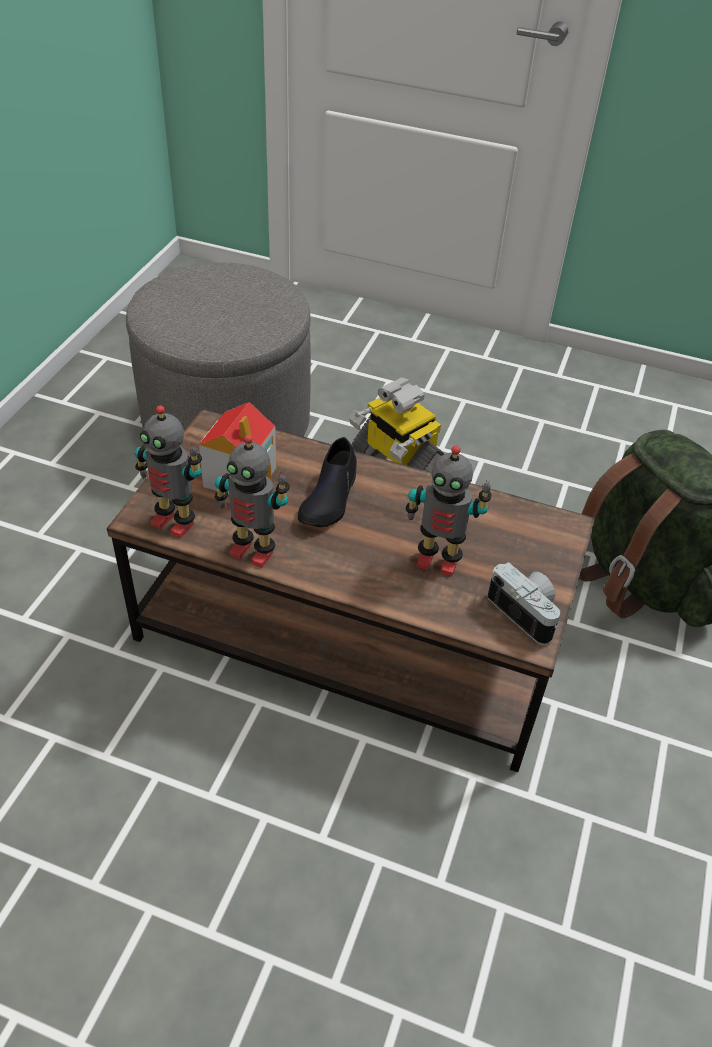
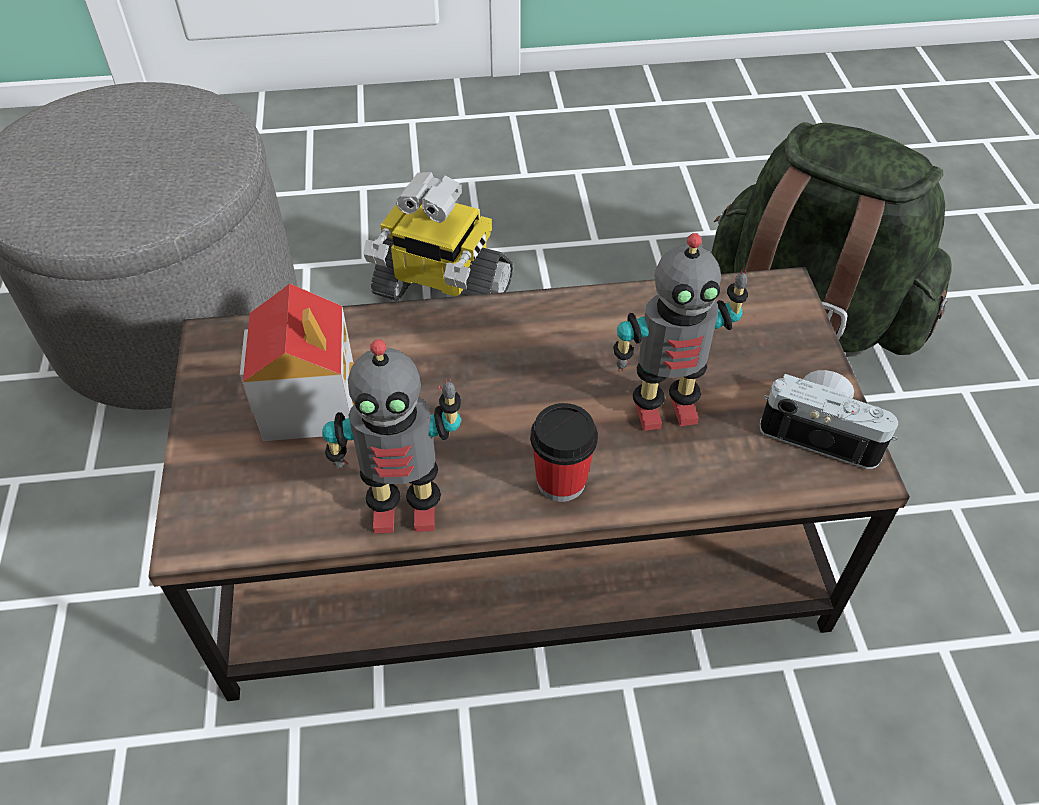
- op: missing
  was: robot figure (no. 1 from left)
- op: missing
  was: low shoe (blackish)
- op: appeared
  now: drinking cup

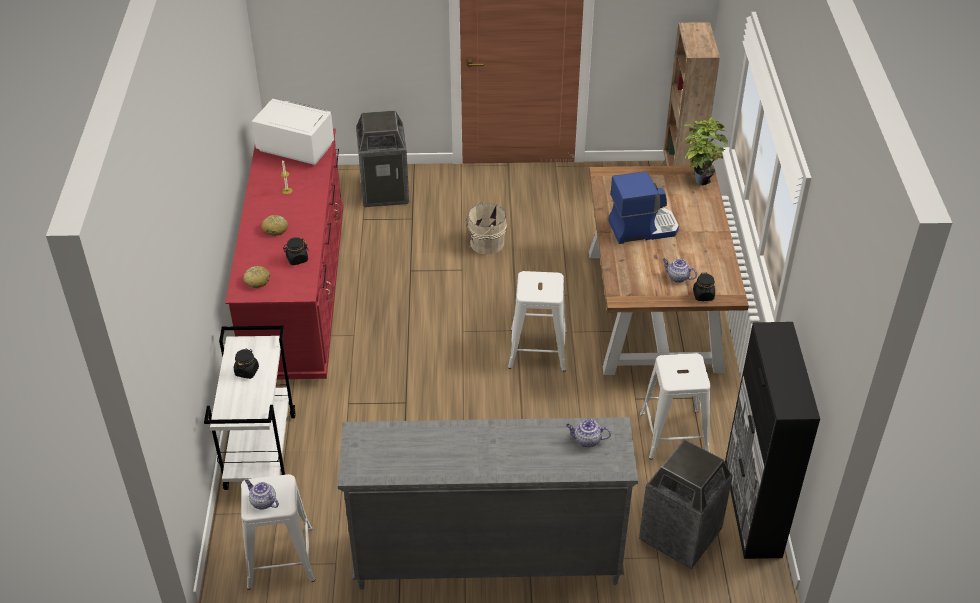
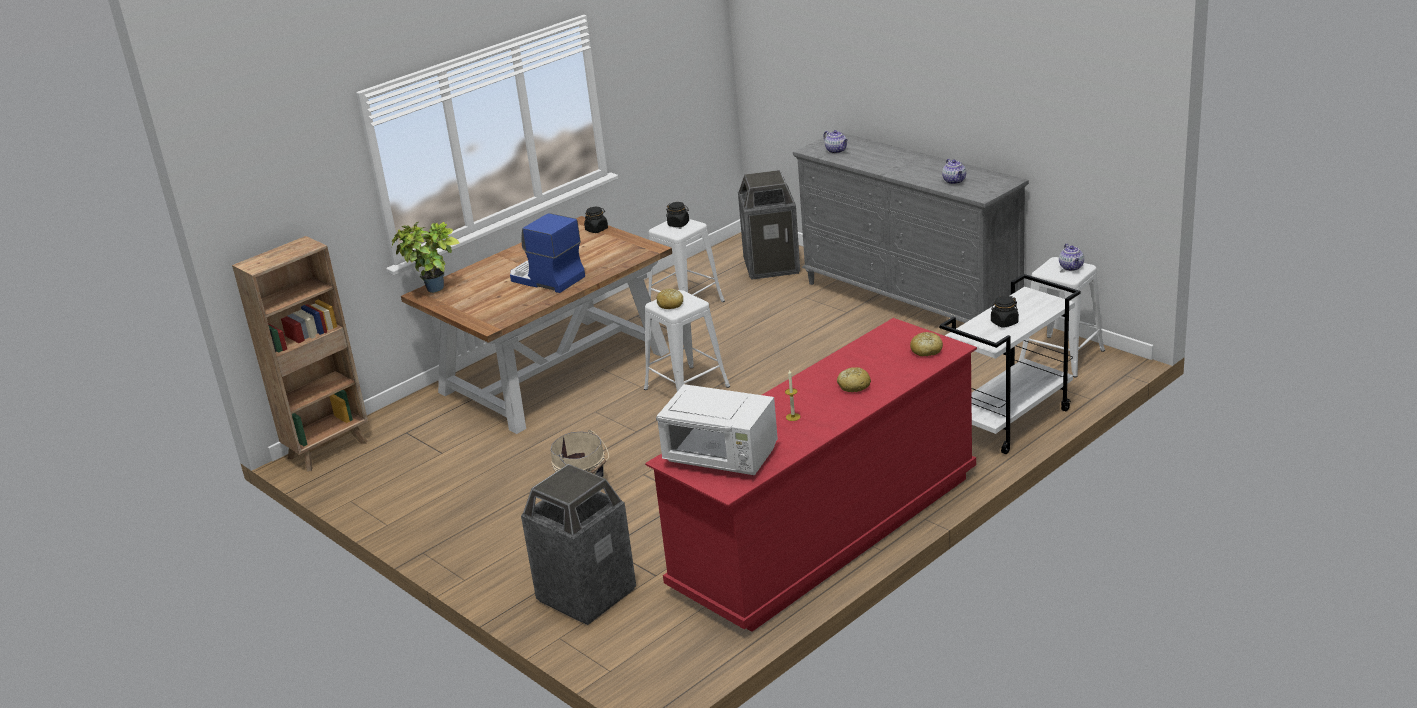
- op: spun
  was: microwave (whitish)
  clockwise: -45
- op: relocated
  was: storage jar (blackish) (no. 2 from left)
- op: relocated
  was: teapot (no. 3 from left in the first image)
  now: teapot (no. 2 from left)
- op: missing
  was: cupboard (blackish)
- op: appeared
  now: baked bread (no. 1 from left)

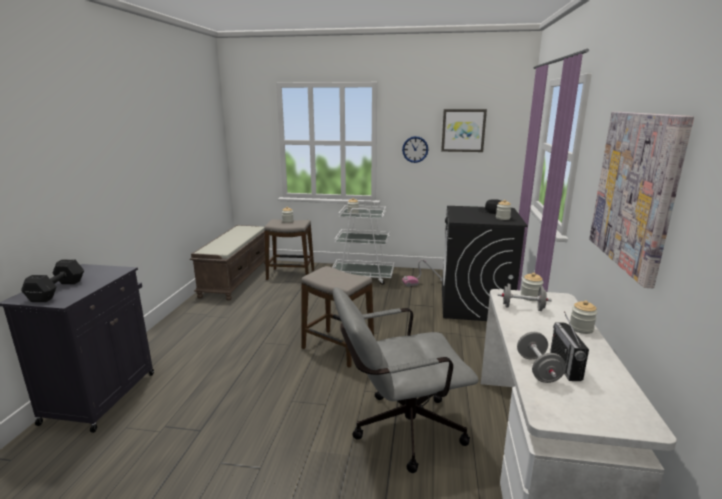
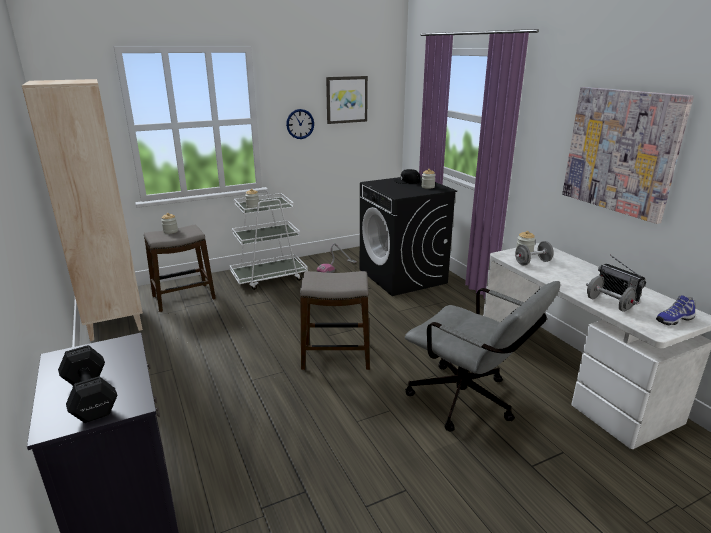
- op: exchanged
  was: bench (brownish)
  now: shelving unit (beige-coloured)
- op: spun
  was: desk chair (gray)
  clockwise: -90
- op: missing
  was: storage jar (no. 5 from left)
- op: appeared
  now: low shoe

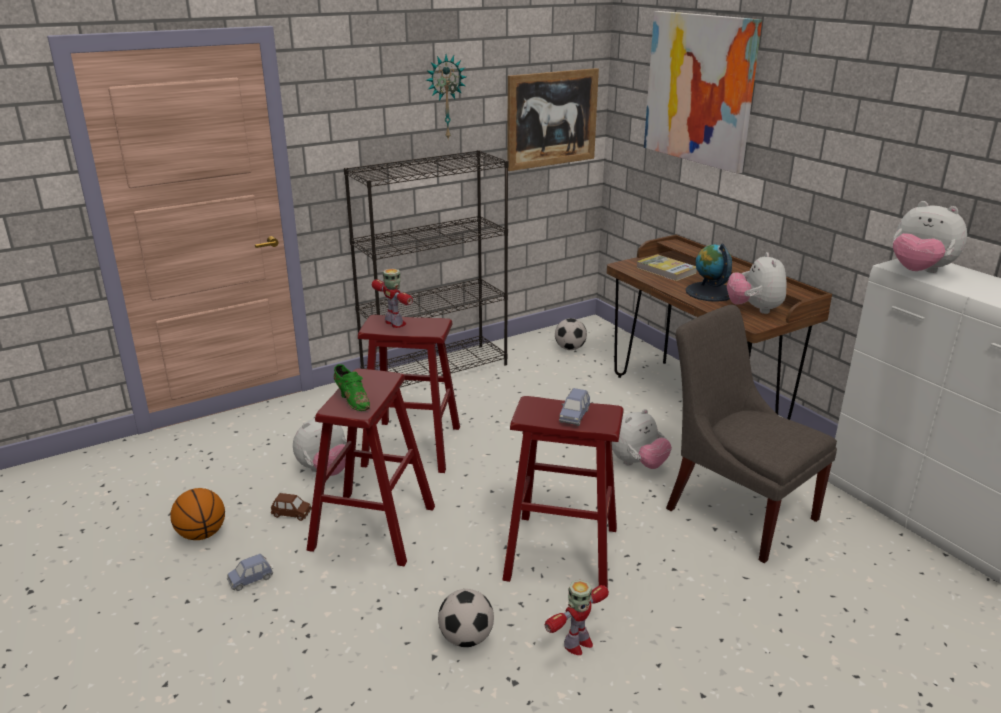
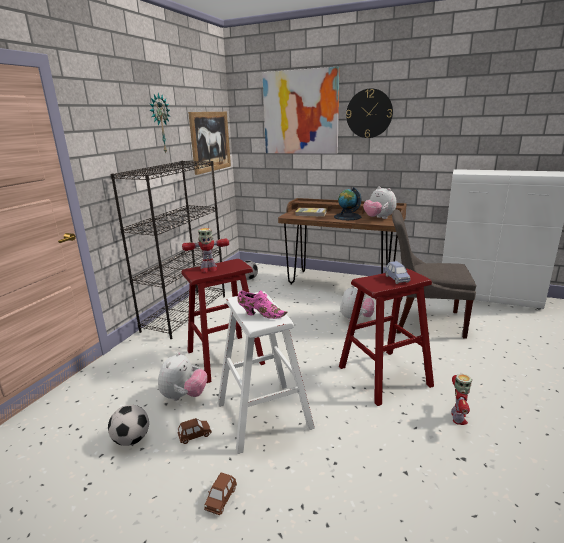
- op: missing
  was: basketball
- op: colour
  was: toy car (blue) (no. 1 from left)
  now: toy car (brownish) (no. 2 from left)
- op: colour
  was: stool (red) (no. 1 from left)
  now: stool (whitish)
- op: colour
  was: low shoe (green-coloured)
  now: low shoe (pink-coloured)
- op: spun
  was: robot figure (no. 1 from left)
  clockwise: 150
- op: relocated
  was: football ball (no. 1 from left)
- op: missing
  was: plush toy (no. 4 from left)
- op: appeared
  now: wall clock (no. 2 from left)

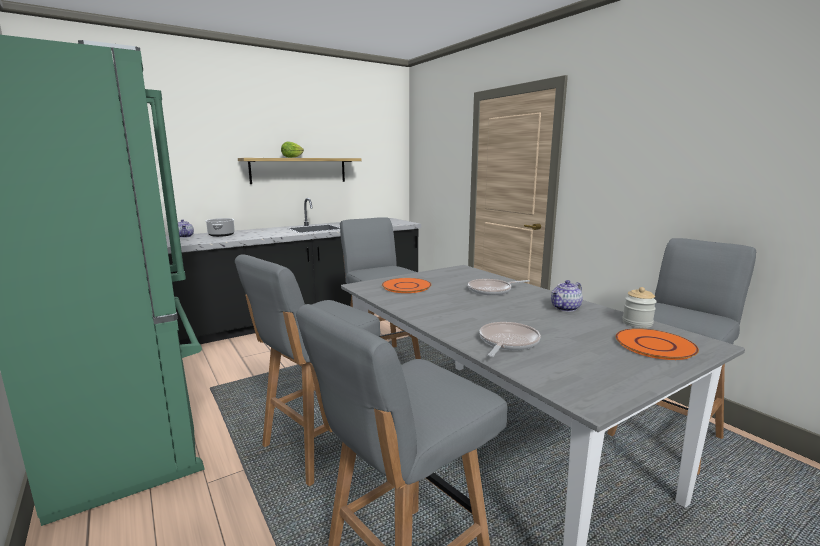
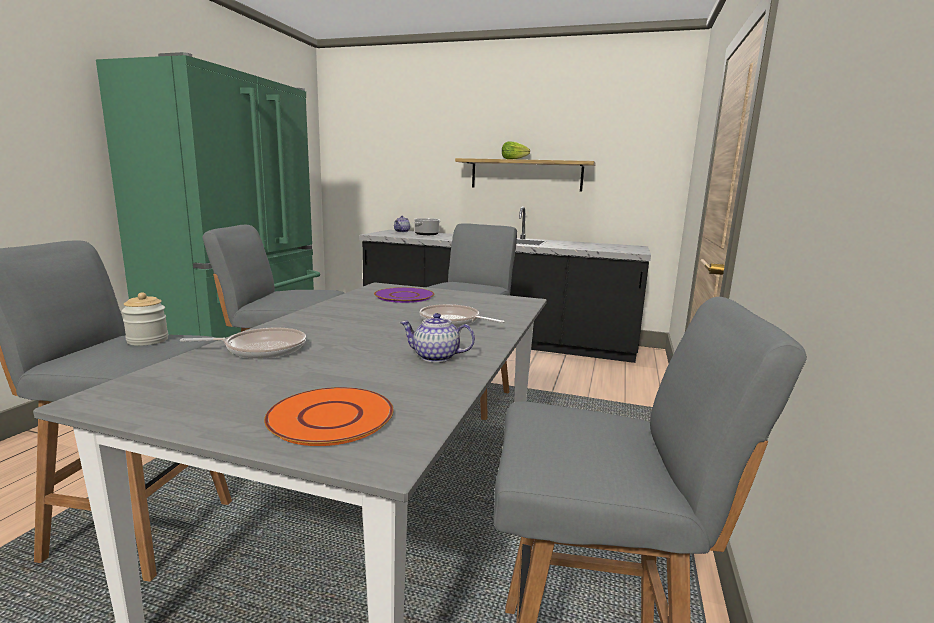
- op: colour
  was: dinner plate (orange-coloured) (no. 1 from left)
  now: dinner plate (purple)
- op: relocated
  was: storage jar

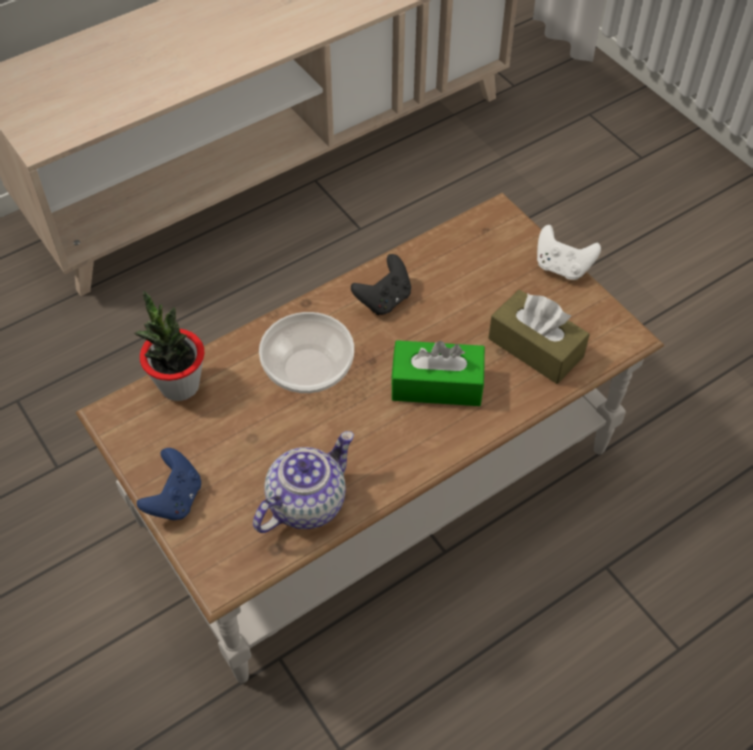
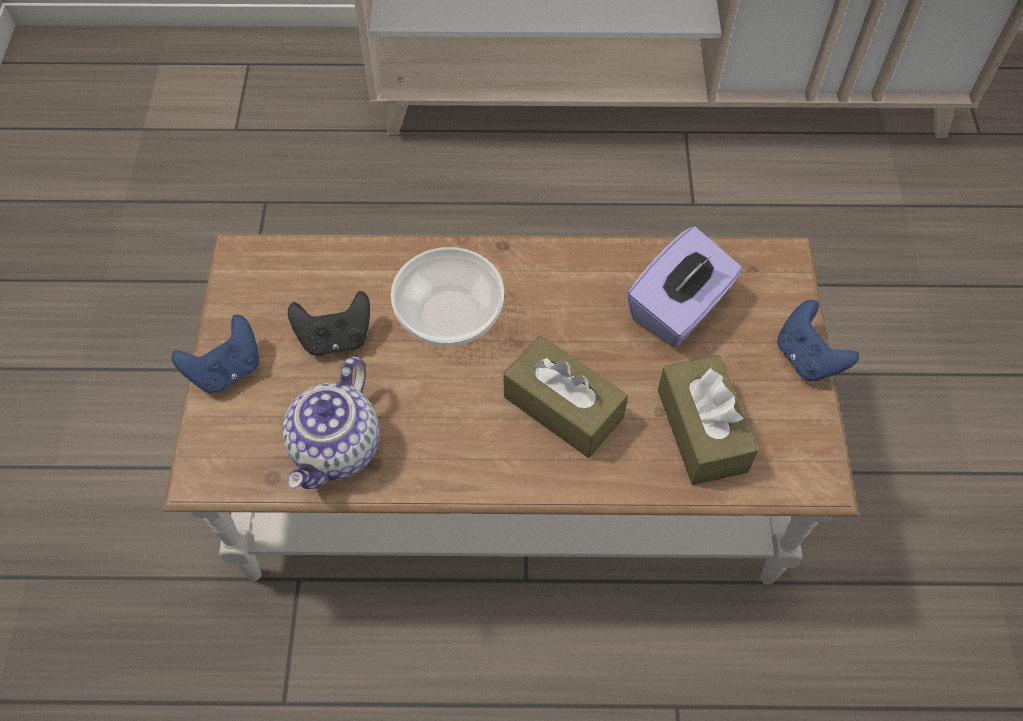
- op: missing
  was: plant in a pot
- op: spun
  was: teapot
  clockwise: 120
- op: relocated
  was: gamepad (blackish)
- op: colour
  was: box of tissues (green-coloured)
  now: box of tissues (brownish) (no. 1 from left)
- op: colour
  was: gamepad (whitish)
  now: gamepad (blue) (no. 2 from left)
- op: appeared
  now: box of tissues (purple)

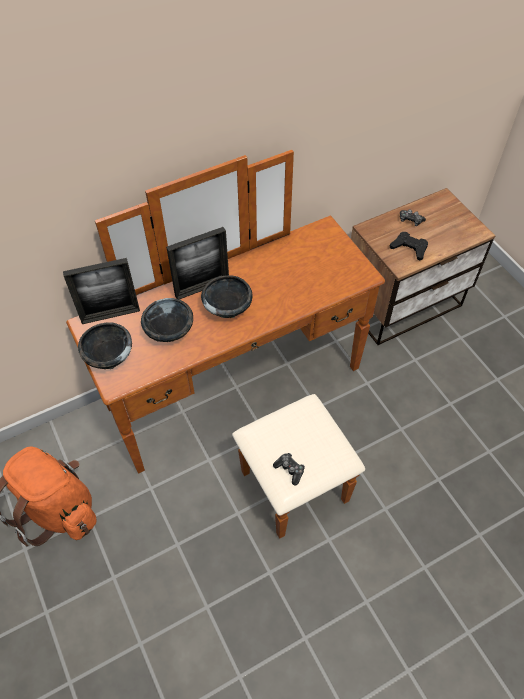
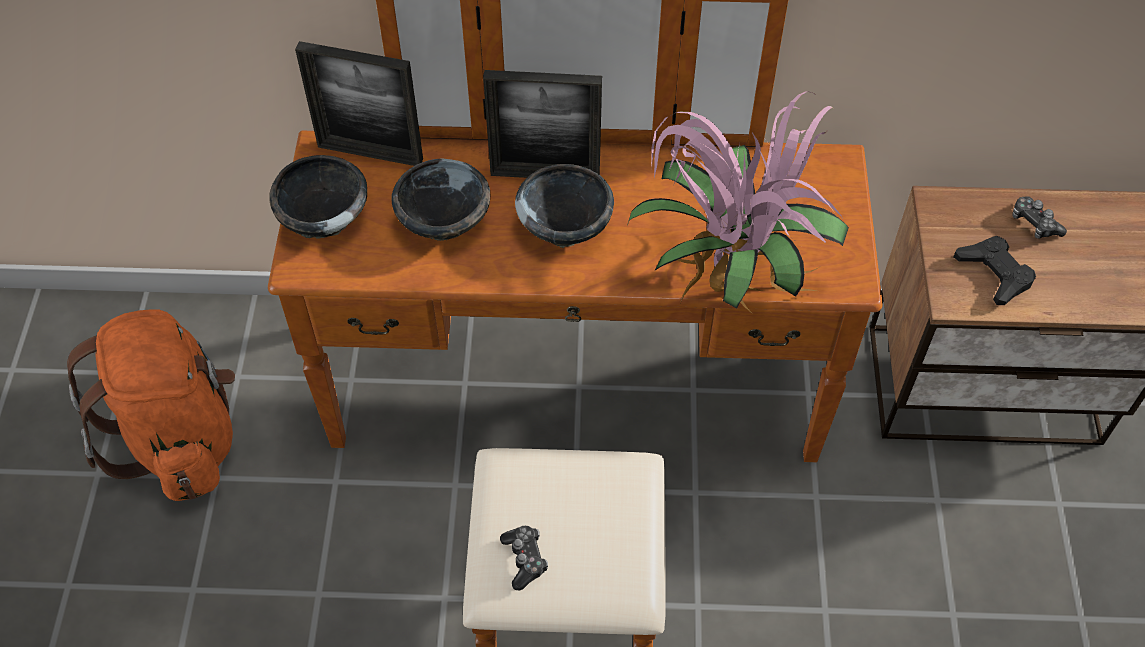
- op: appeared
  now: plant in a pot

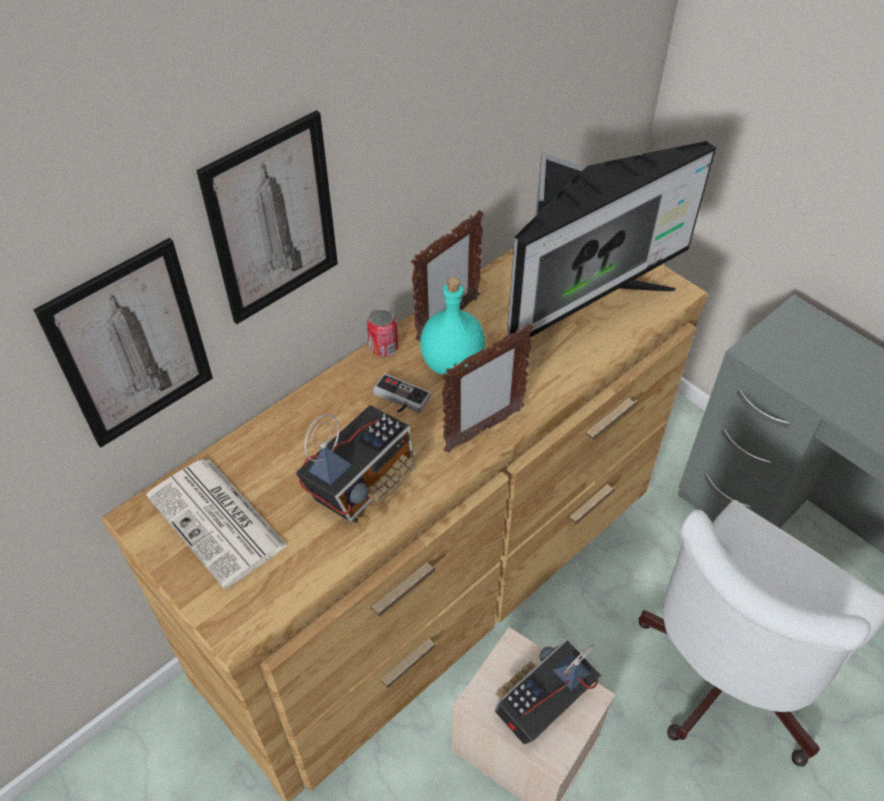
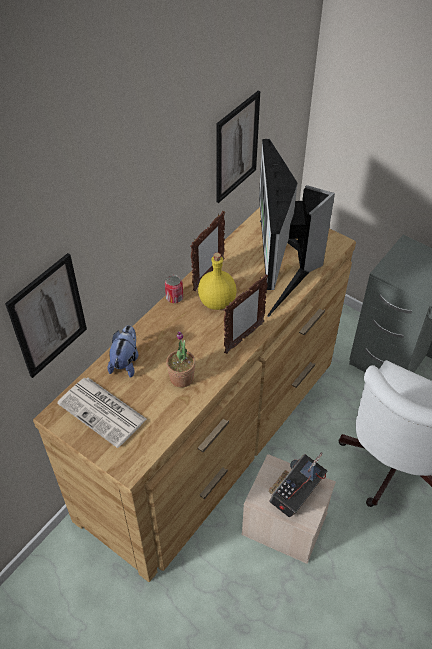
- op: relocated
  was: wall art (no. 2 from left)
- op: exchanged
  was: radio (no. 1 from left)
  now: plant in a pot
- op: missing
  was: gamepad
- op: colour
  was: bottle (turquoise)
  now: bottle (yellow)
- op: spun
  was: computer screen
  clockwise: 135
- op: appeared
  now: plush toy

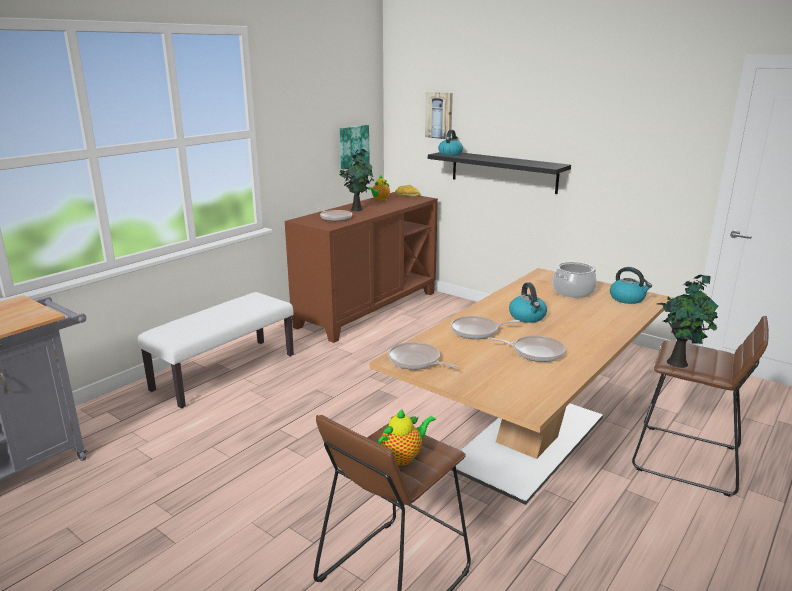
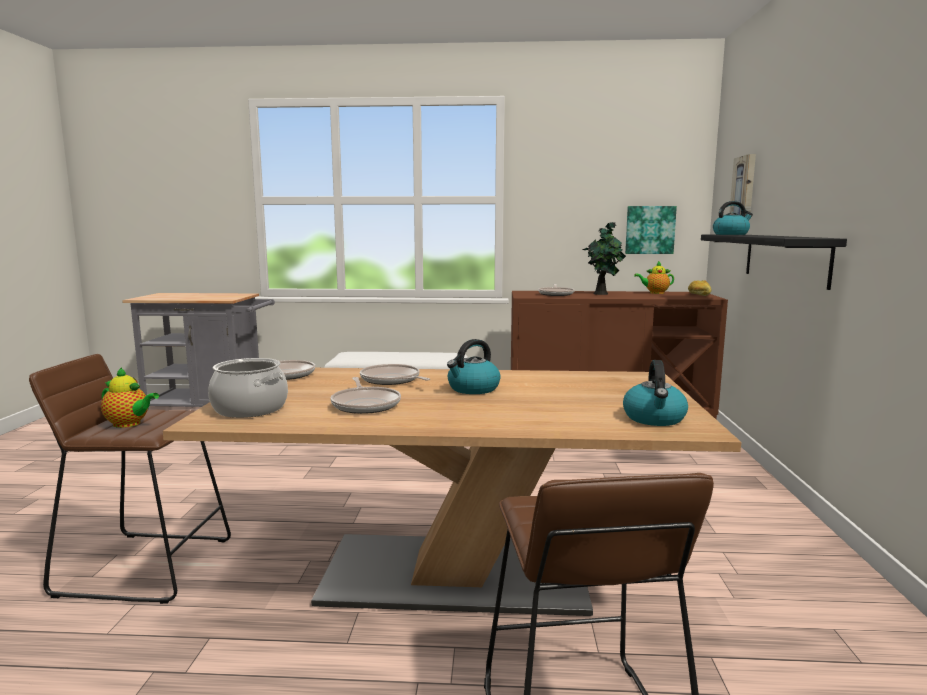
- op: relocated
  was: stockpot
- op: missing
  was: plant in a pot (no. 2 from left)

